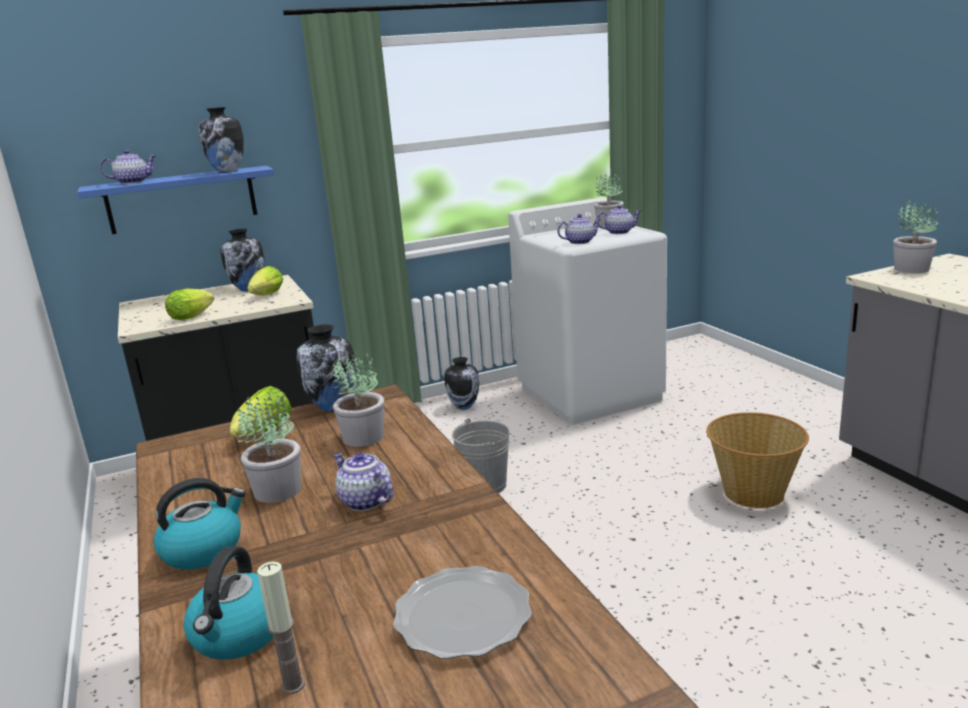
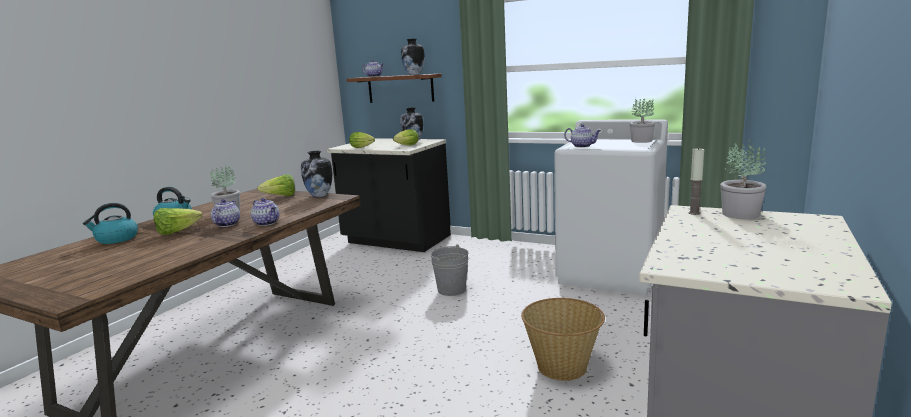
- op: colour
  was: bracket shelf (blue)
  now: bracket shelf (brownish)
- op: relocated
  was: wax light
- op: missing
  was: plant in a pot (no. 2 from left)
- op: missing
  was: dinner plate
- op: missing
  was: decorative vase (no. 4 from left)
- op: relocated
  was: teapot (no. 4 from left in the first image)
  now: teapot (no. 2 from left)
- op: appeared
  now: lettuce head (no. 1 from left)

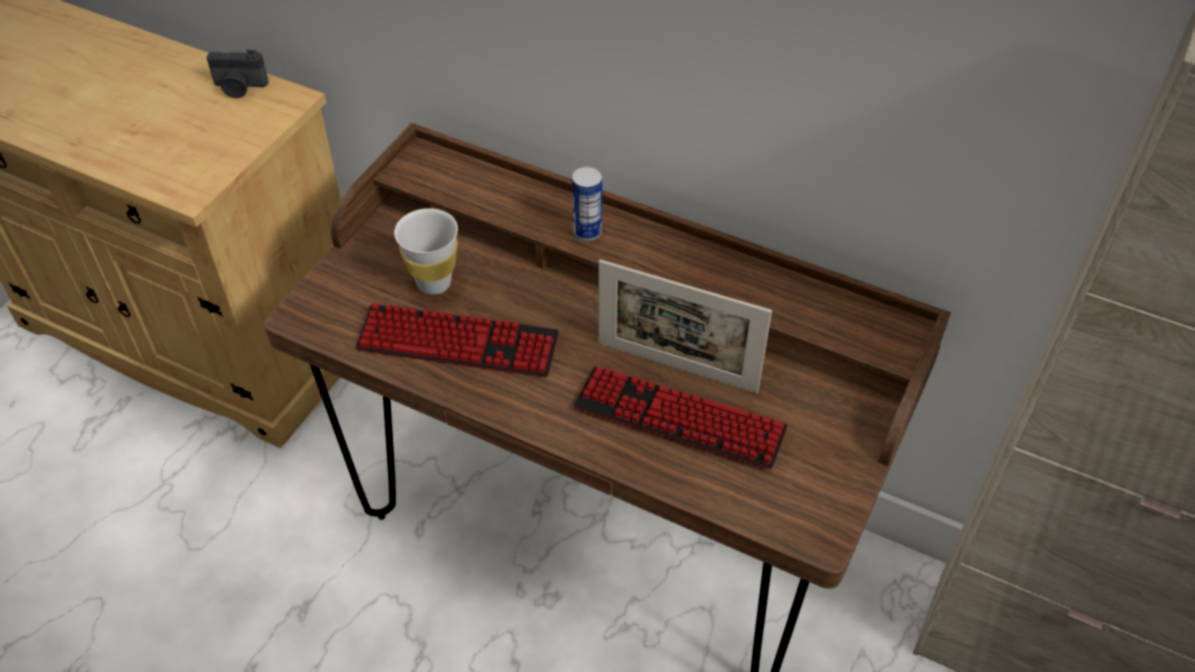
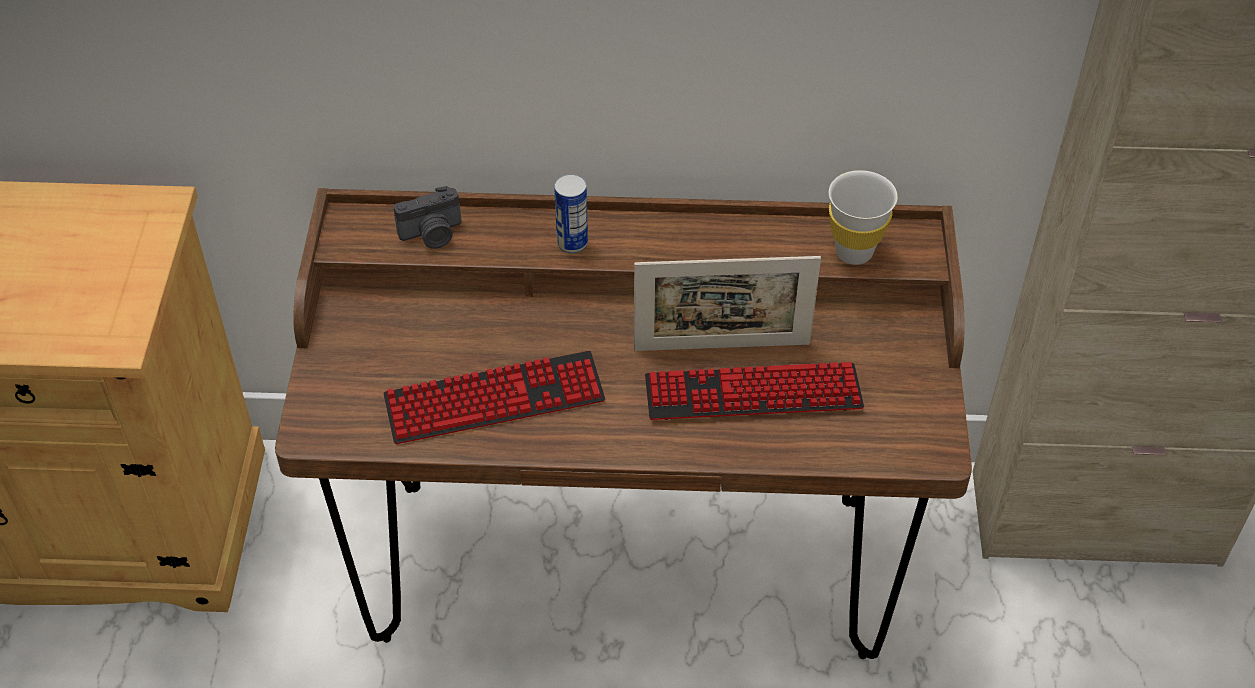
- op: relocated
  was: still camera
- op: relocated
  was: drinking cup (whitish)

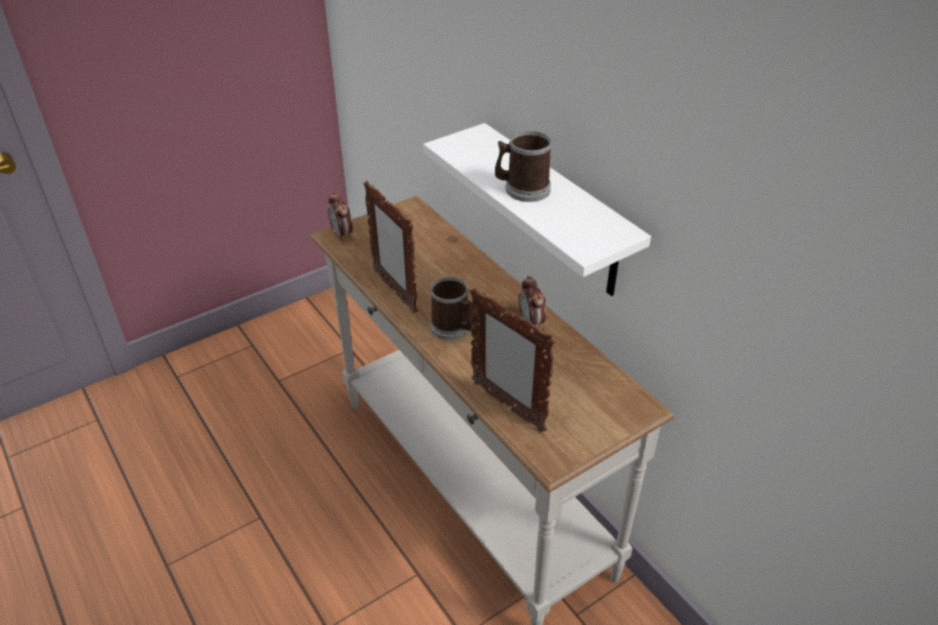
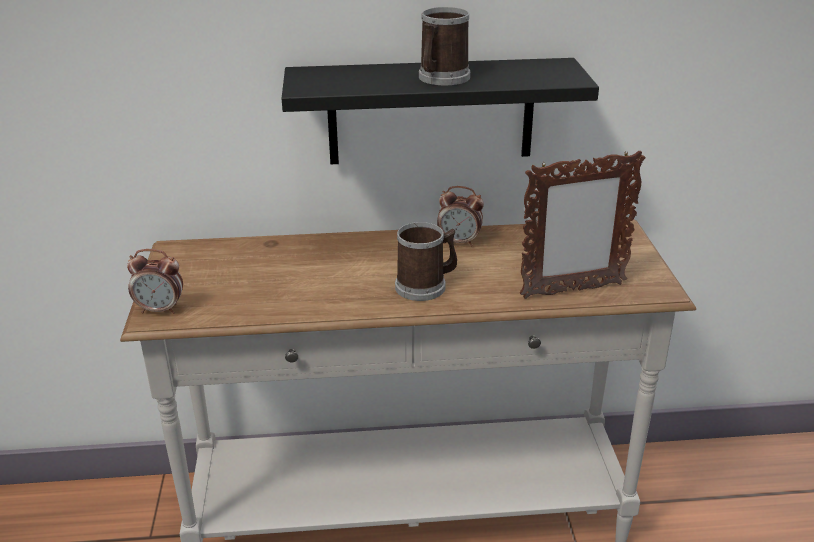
- op: missing
  was: picture frame (no. 1 from left)
- op: colour
  was: bracket shelf (whitish)
  now: bracket shelf (blackish)

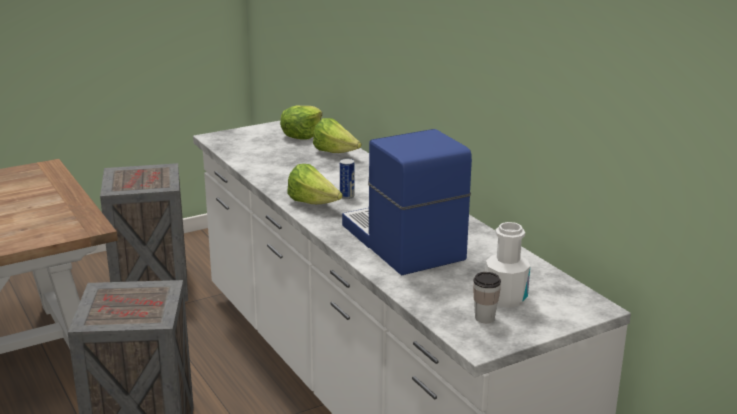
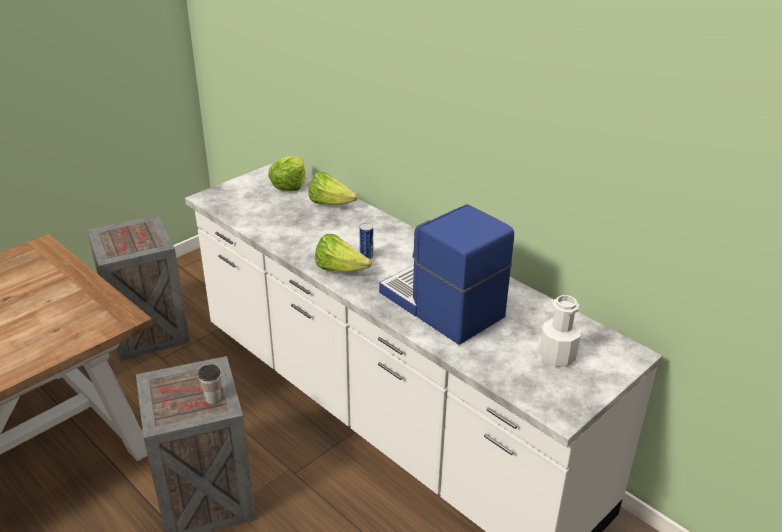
- op: relocated
  was: drinking cup

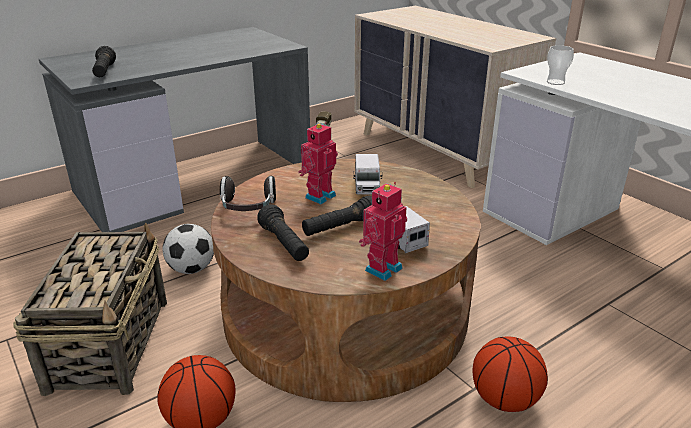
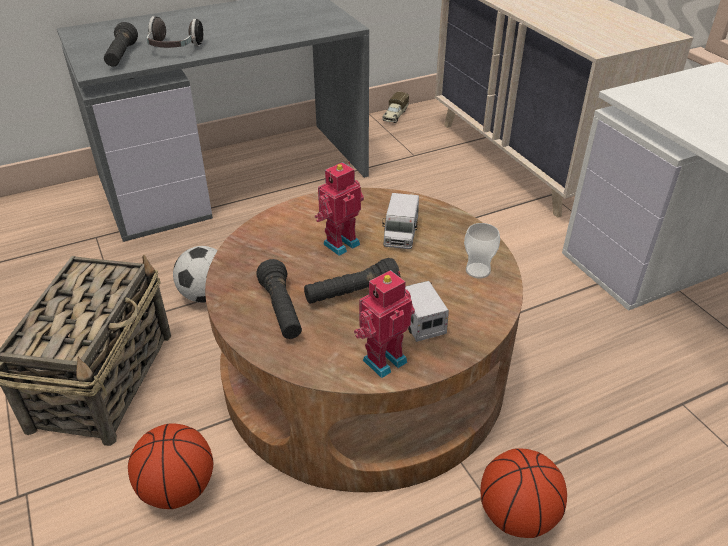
- op: relocated
  was: pair of headphones
- op: relocated
  was: drinking cup

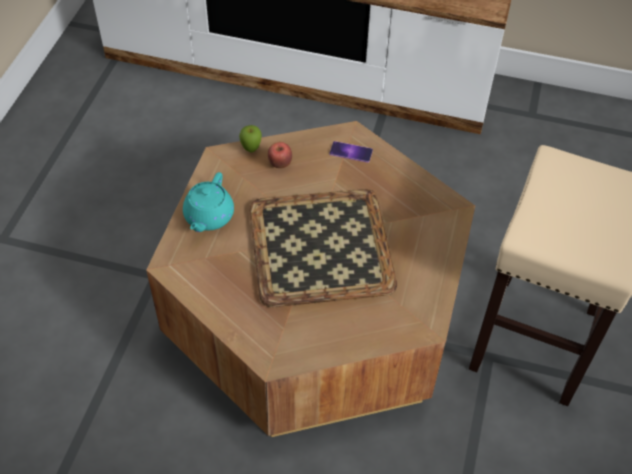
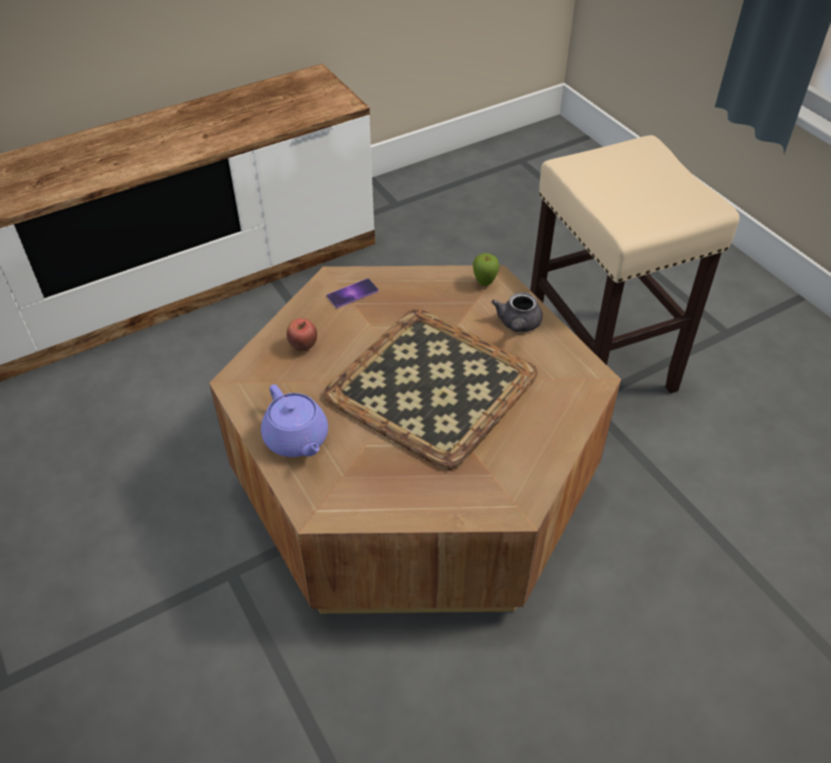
- op: colour
  was: teapot (turquoise)
  now: teapot (purple)
- op: relocated
  was: apple (no. 1 from left in the first image)
  now: apple (no. 2 from left)
- op: appeared
  now: teapot (gray)

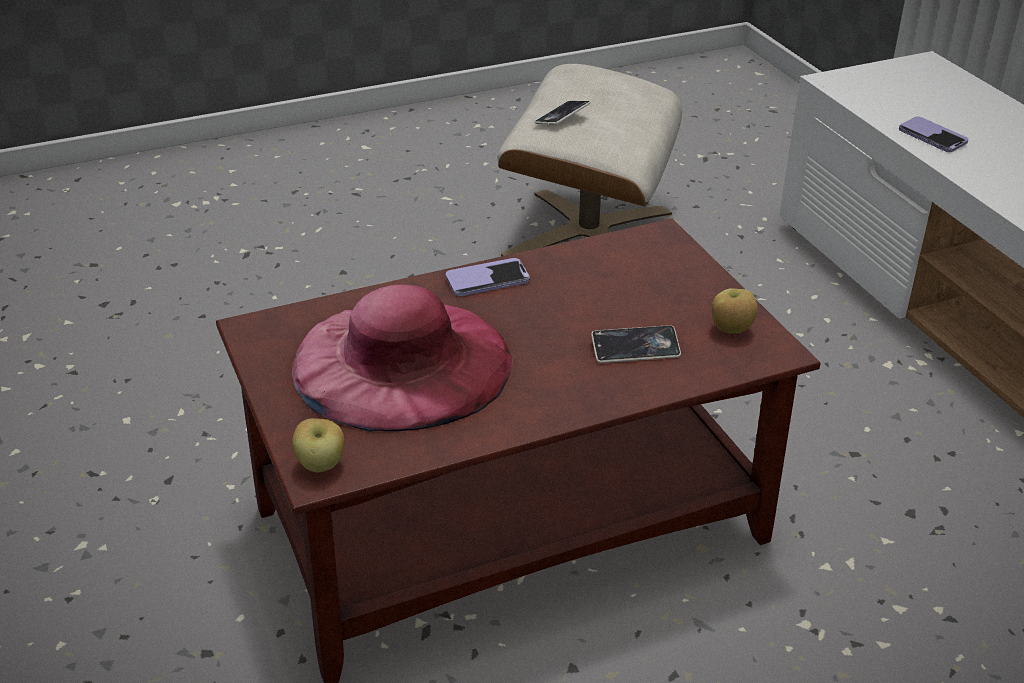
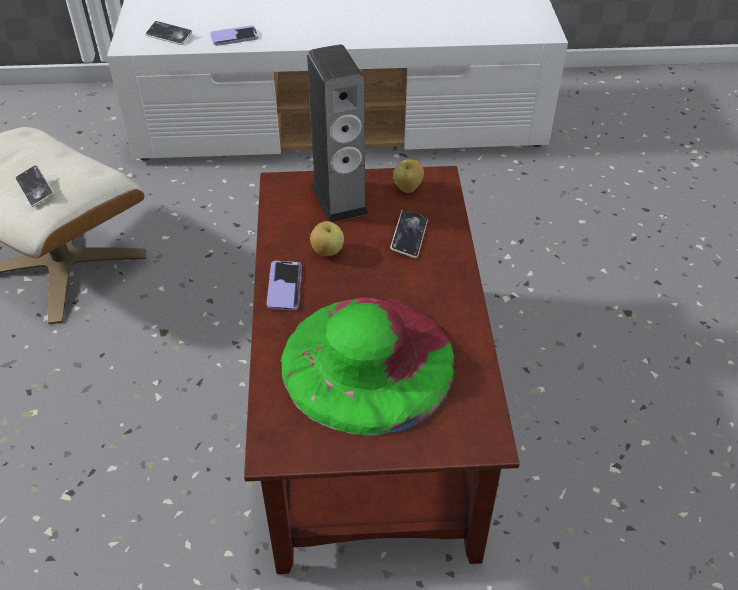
- op: colour
  was: clothing hat (pink-coloured)
  now: clothing hat (green-coloured)
- op: relocated
  was: apple (no. 1 from left)
- op: appeared
  now: phone (no. 2 from left)
- op: appeared
  now: audio speaker

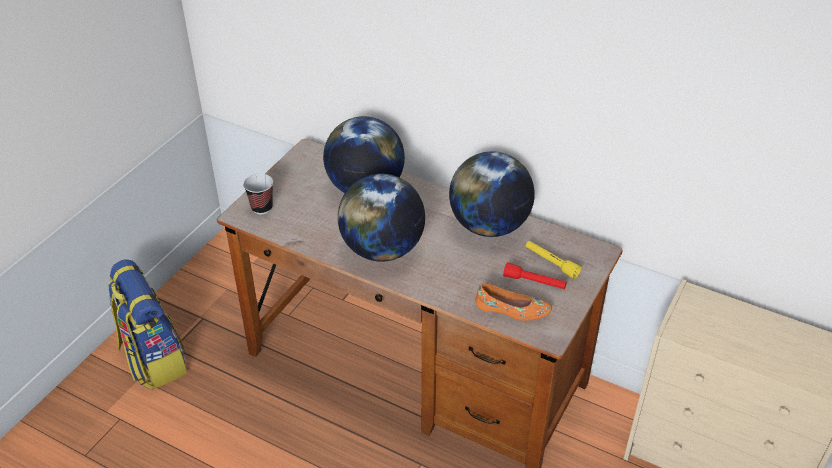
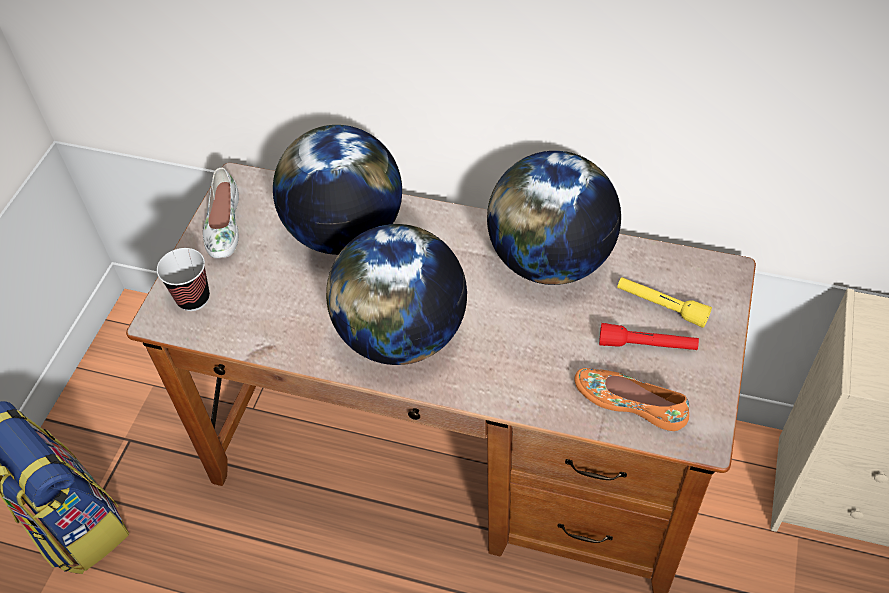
- op: spun
  was: low shoe (orange-coloured)
  clockwise: -150
- op: appeared
  now: low shoe (whitish)

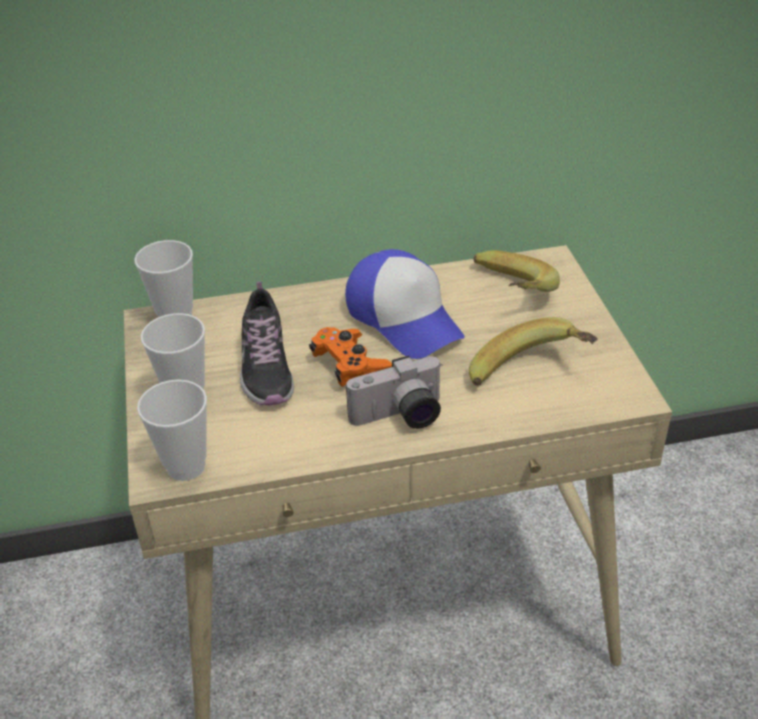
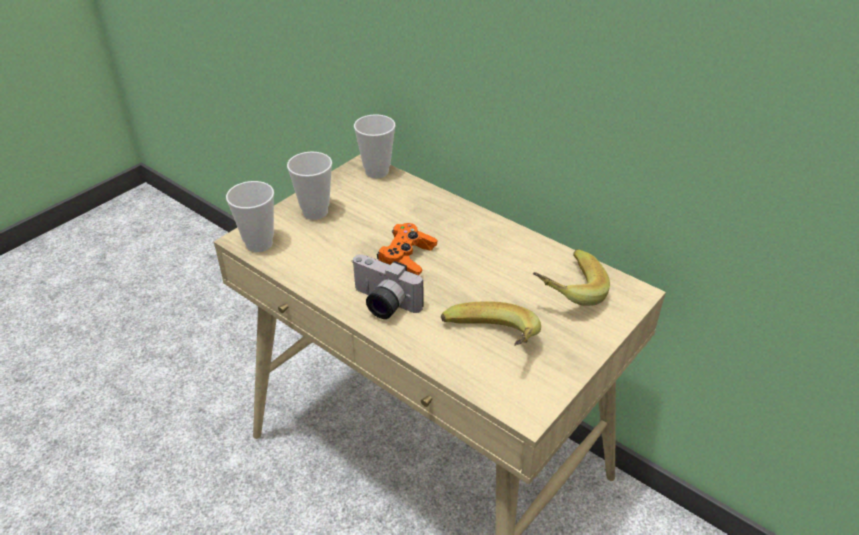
- op: missing
  was: low shoe
- op: missing
  was: cap

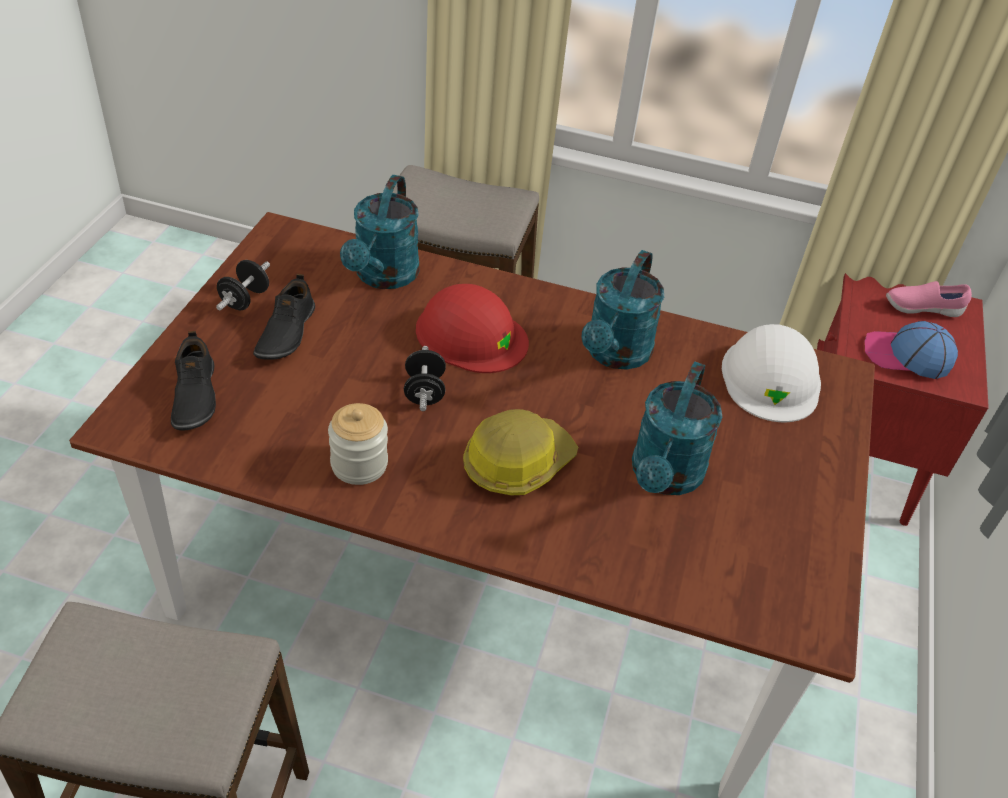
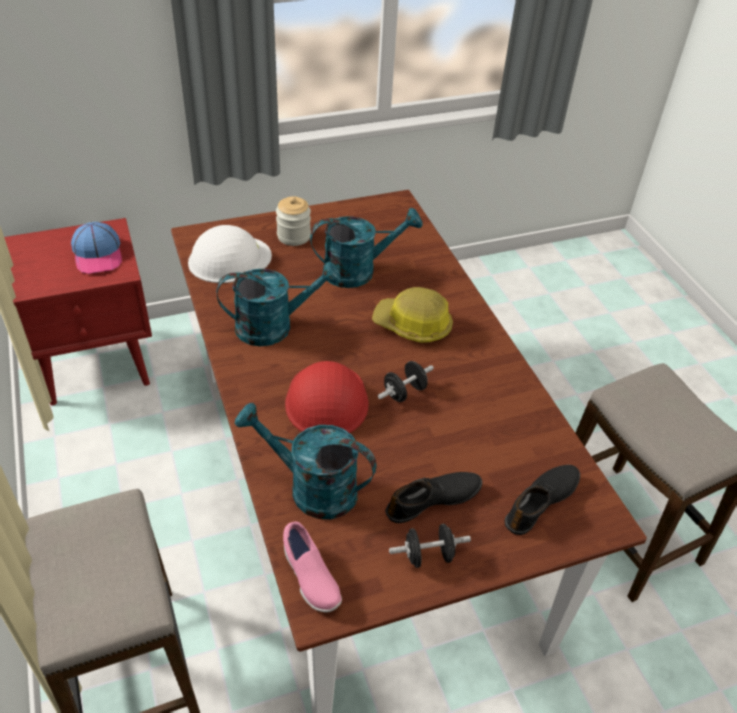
- op: relocated
  was: storage jar
- op: spun
  was: sprinkling can (turquoise) (no. 1 from left in the first image)
  clockwise: -135
- op: relocated
  was: low shoe (pink-coloured)

